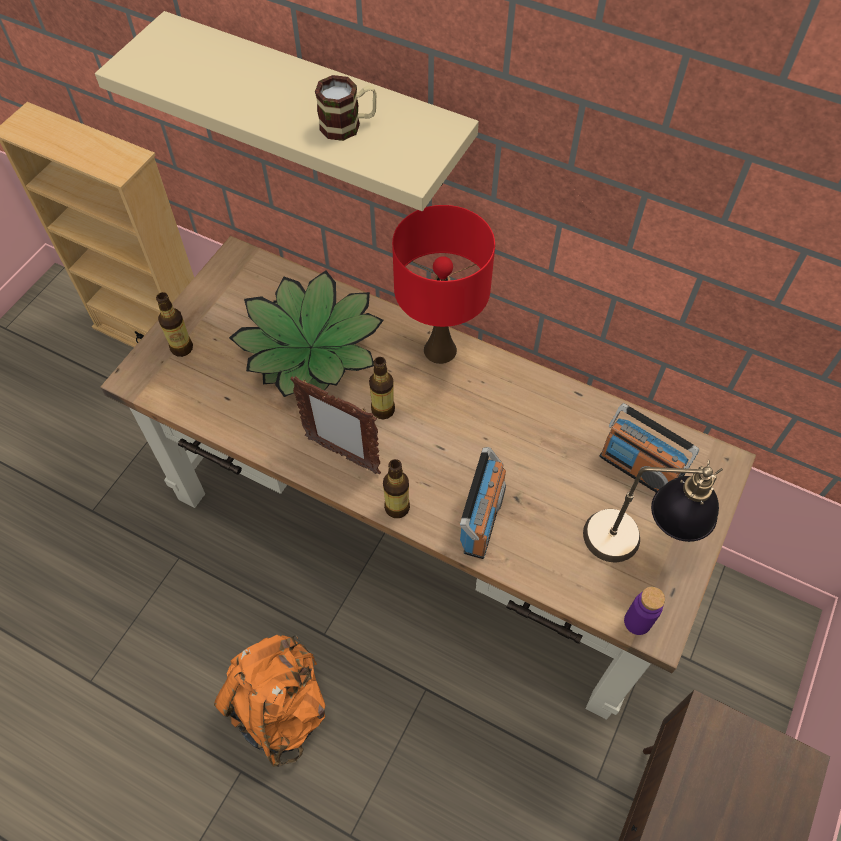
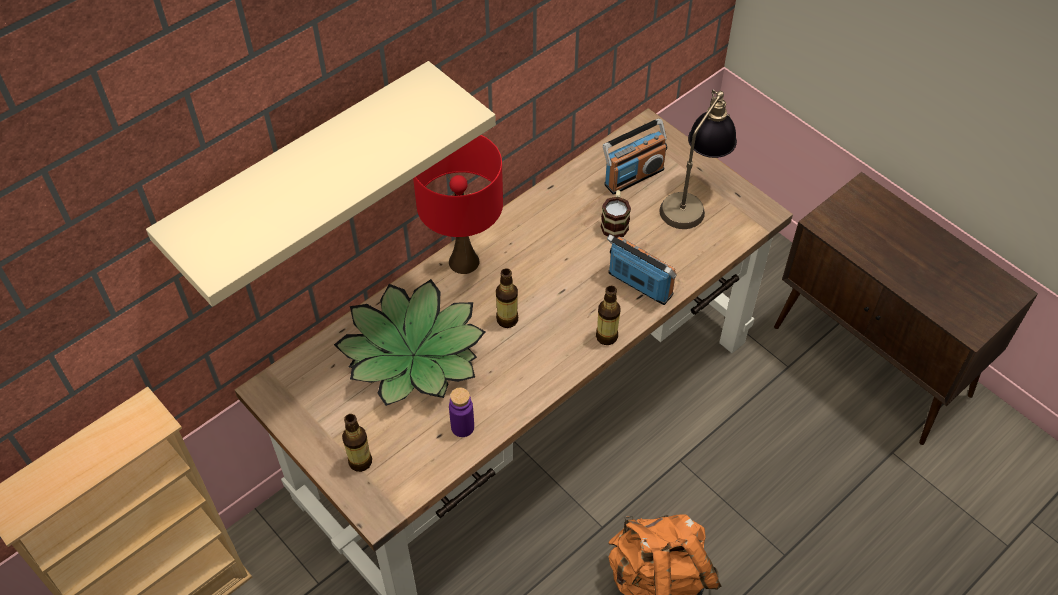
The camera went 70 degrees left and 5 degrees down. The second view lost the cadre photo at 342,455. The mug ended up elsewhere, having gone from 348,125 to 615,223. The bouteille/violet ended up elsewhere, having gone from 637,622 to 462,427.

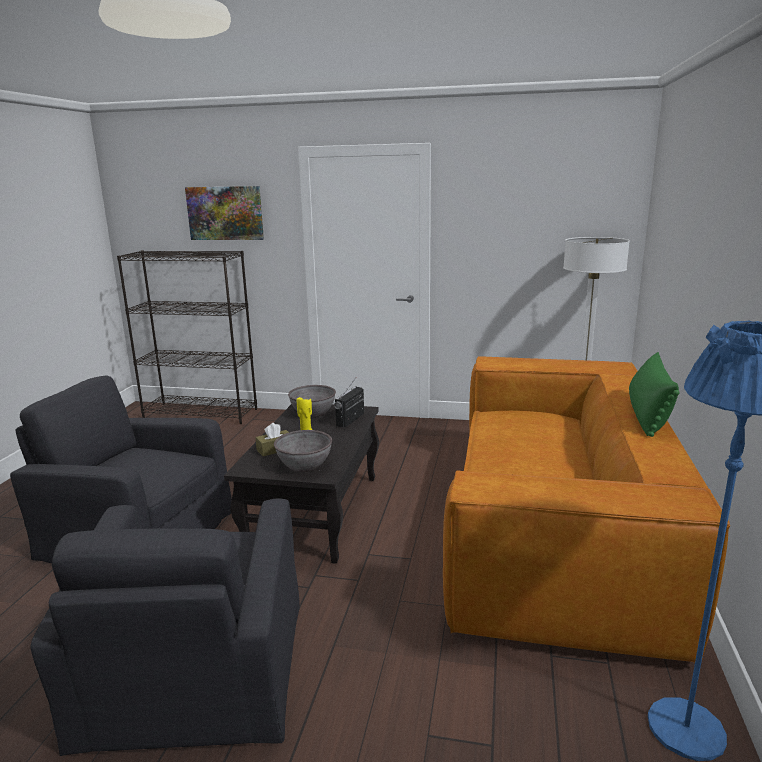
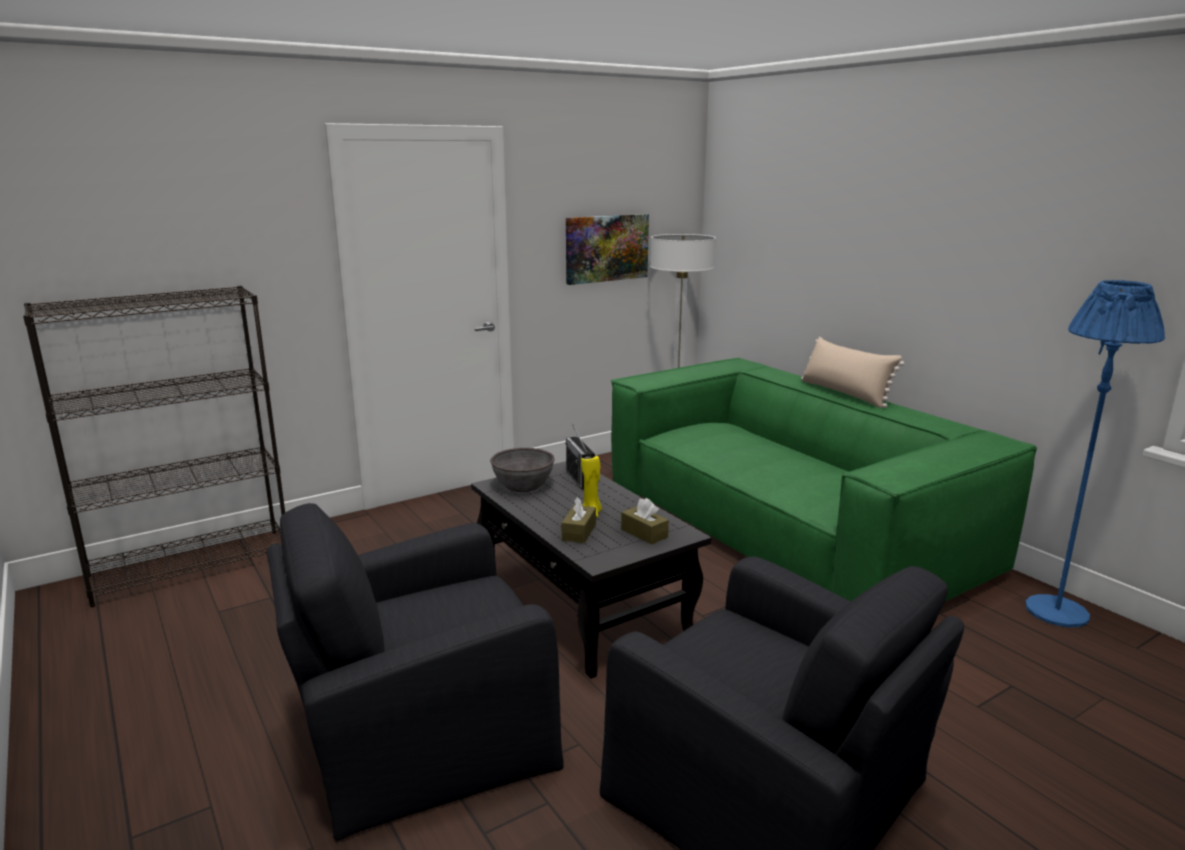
The camera went 45 degrees left and 0 degrees up. The tableau ended up elsewhere, having gone from 225,213 to 606,248. Where the bol/gris stood at 304,465, the boîte à mouchoirs/marron came to stand at 644,533. What was the canapé/marron at 555,527 turned into the canapé/vert at 788,527. What was the coussin/vert at 648,414 turned into the coussin/beige at 845,393.

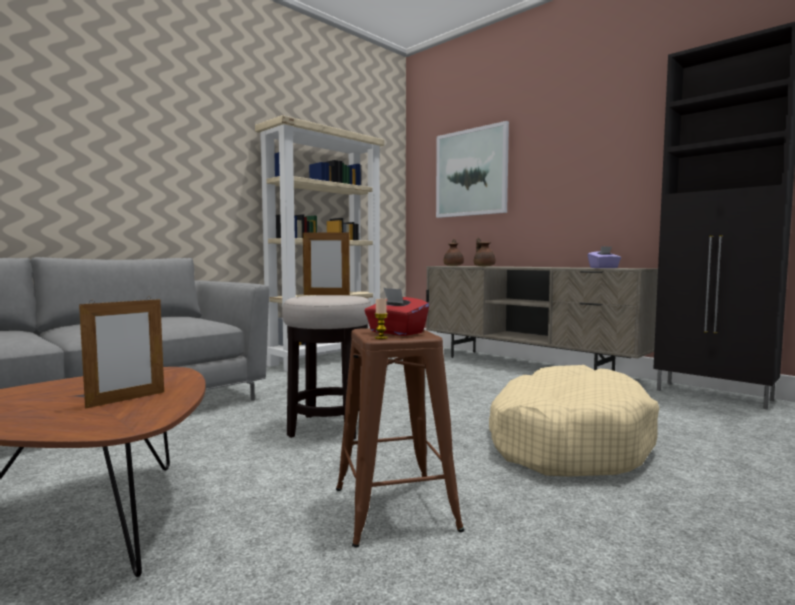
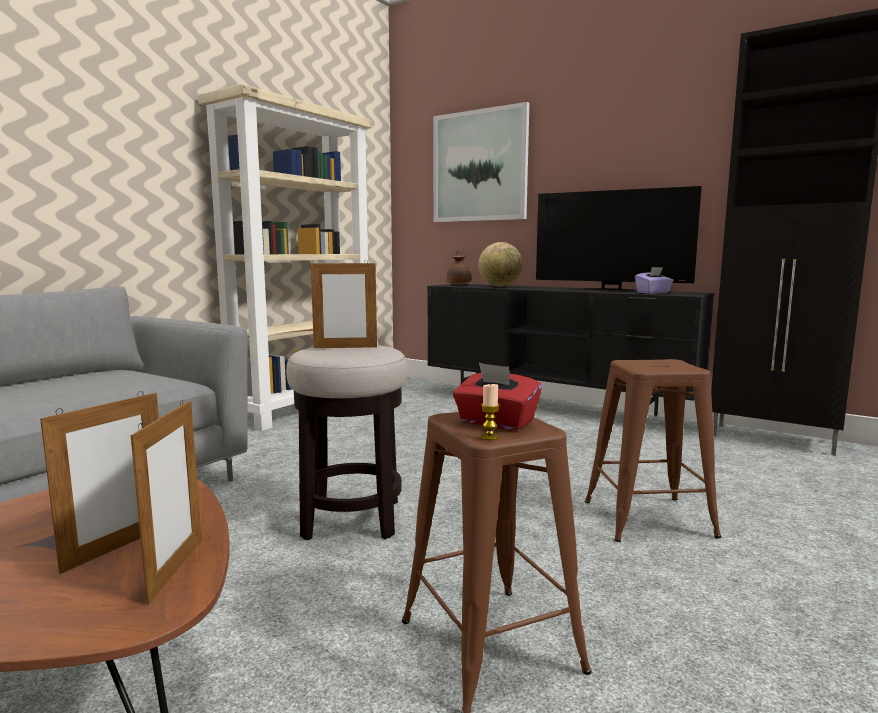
The camera went 10 degrees left and 5 degrees up. What was the meuble télé/beige at 527,365 turned into the meuble télé/noir at 554,407. Where the théière/marron stood at 484,266, the globe came to stand at 500,286. Where the panier pour chien/beige stood at 566,442, the tabouret/marron came to stand at 648,519. The second view gained the cadre photo at 176,569. The second view gained the téléviseur at 610,289.

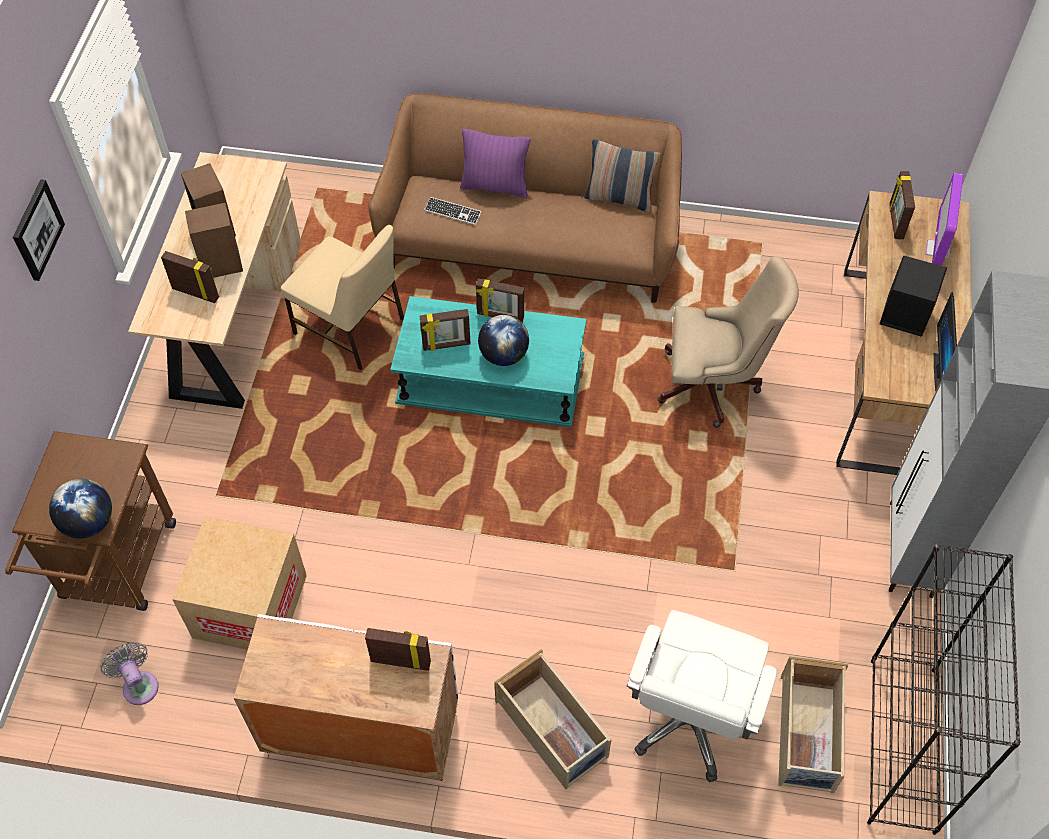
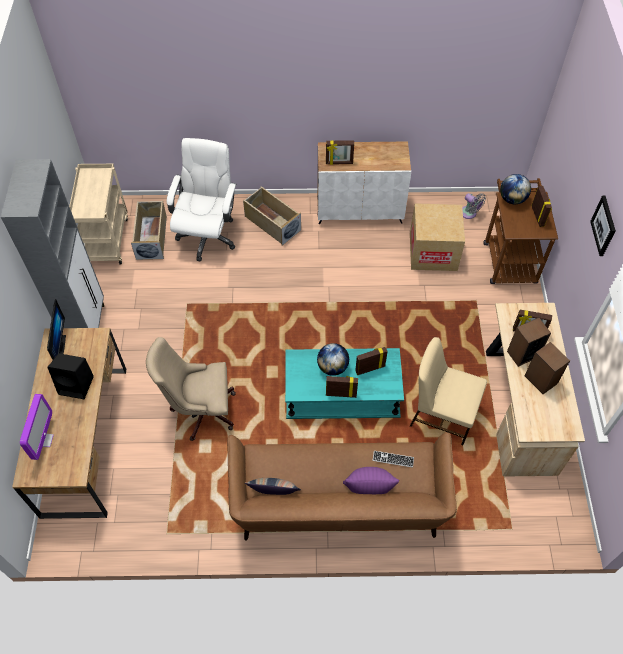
The camera went 170 degrees right and 0 degrees up. Where the bibliothèque/noir stood at 903,745, the chariot/beige came to stand at 106,239. The cadre photo ended up elsewhere, having gone from 895,221 to 538,216.

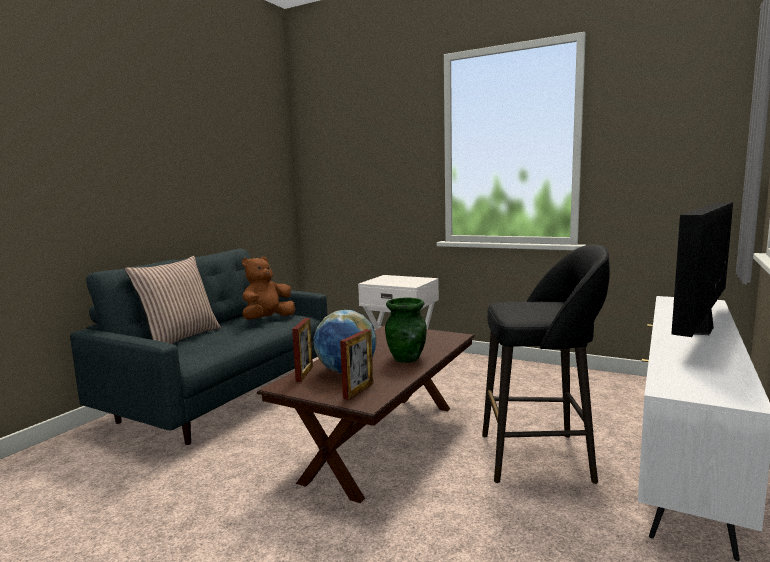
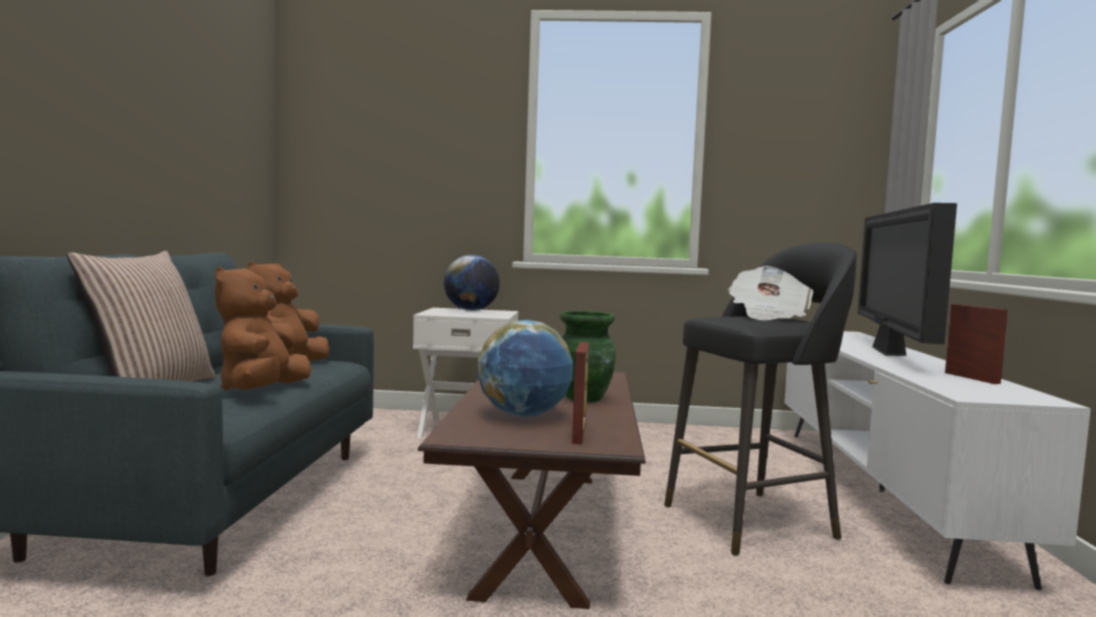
The camera went 25 degrees left and 5 degrees down. The cadre photo ended up elsewhere, having gone from 304,374 to 971,378. The second view gained the peluche/marron at 262,391. The second view gained the globe at 471,310. The second view gained the journal at 768,316.

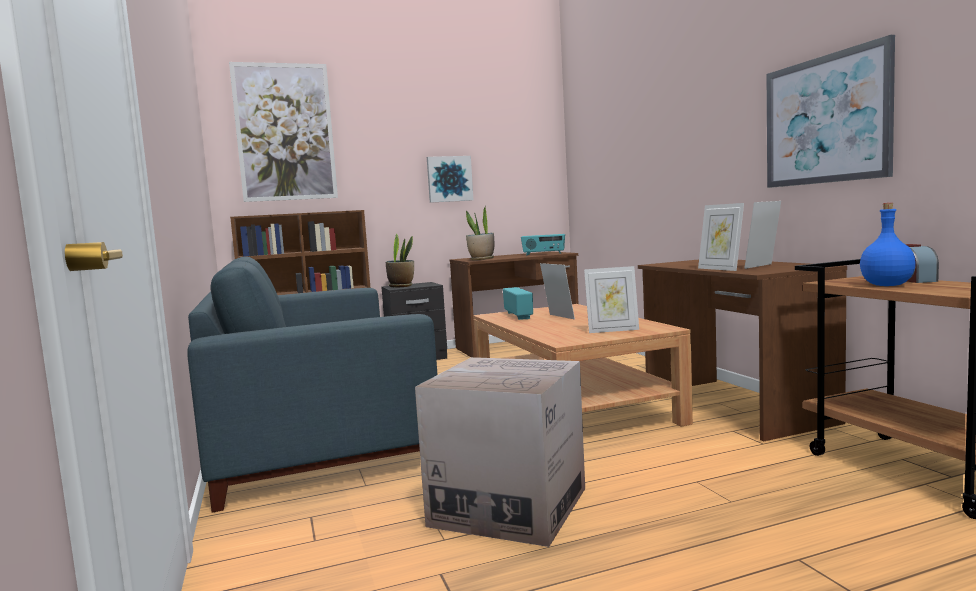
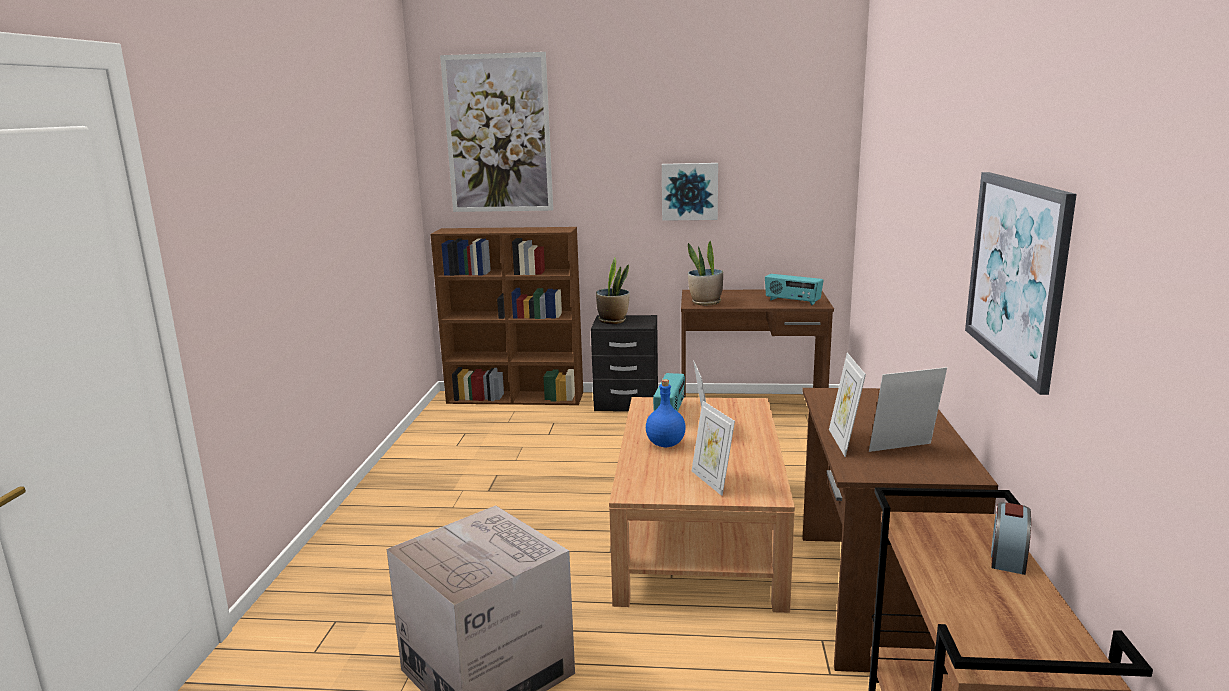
The camera went 25 degrees right and 10 degrees up. The second view lost the canapé/bleu at 320,434. The cadre photo at 612,330 ended up facing another way, 45 degrees clockwise from before. The bouteille/bleu ended up elsewhere, having gone from 886,285 to 666,444.

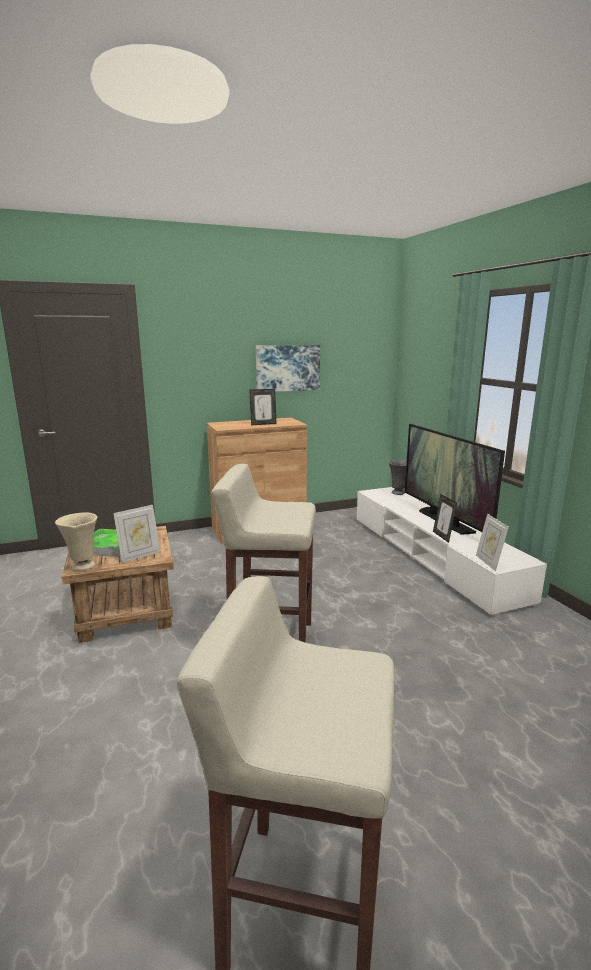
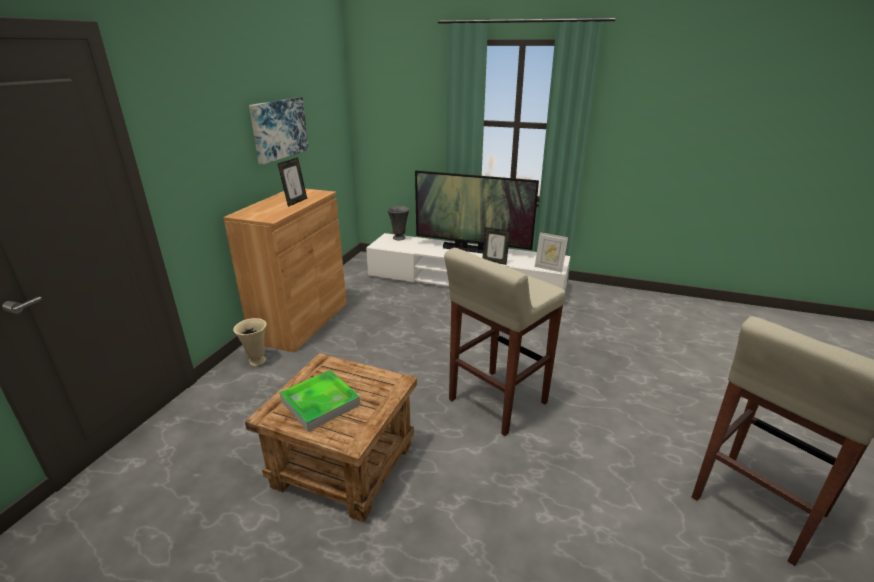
The camera went 50 degrees left and 10 degrees up. The vase/beige ended up elsewhere, having gone from 82,567 to 257,361. The second view lost the cadre photo at 139,556.

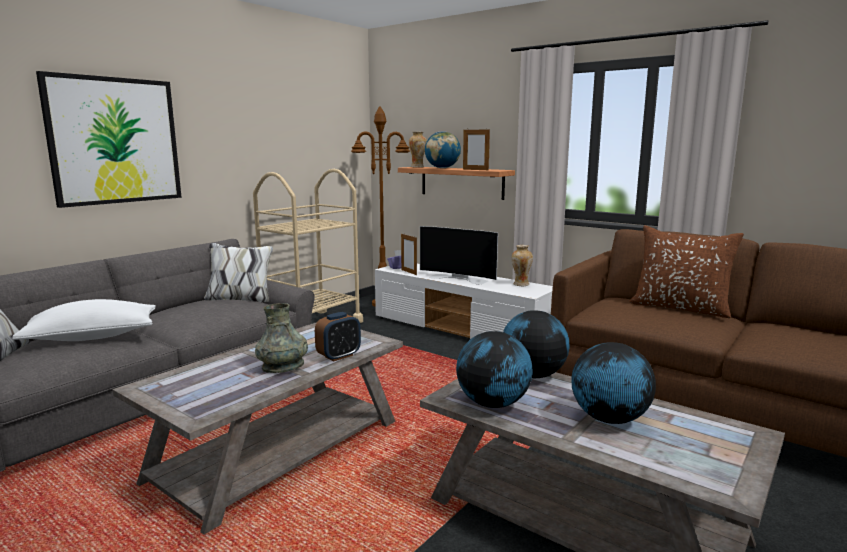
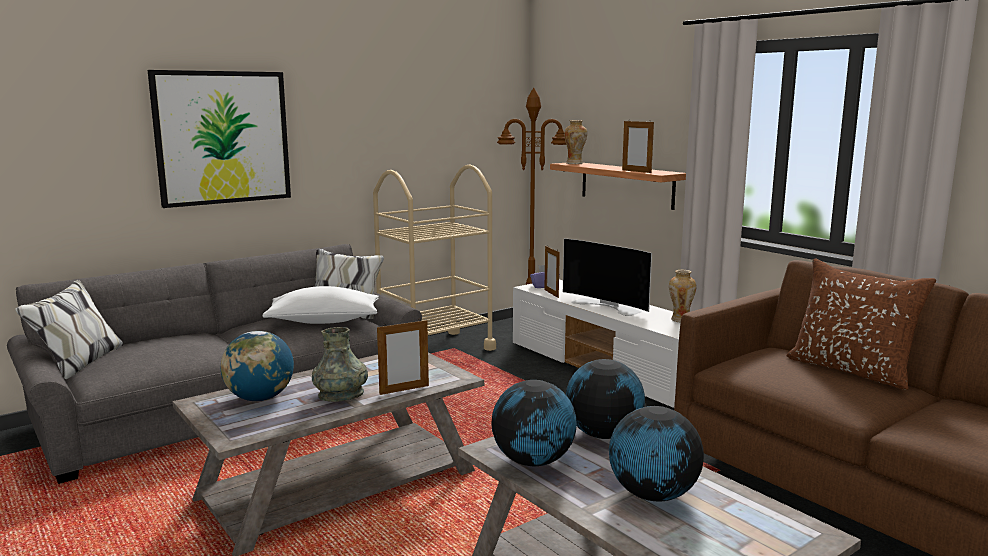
The camera went 15 degrees right and 0 degrees up. The coussin/blanc ended up elsewhere, having gone from 92,337 to 324,321. Where the réveil stood at 339,356, the cadre photo came to stand at 404,390. The globe ended up elsewhere, having gone from 442,168 to 260,398.

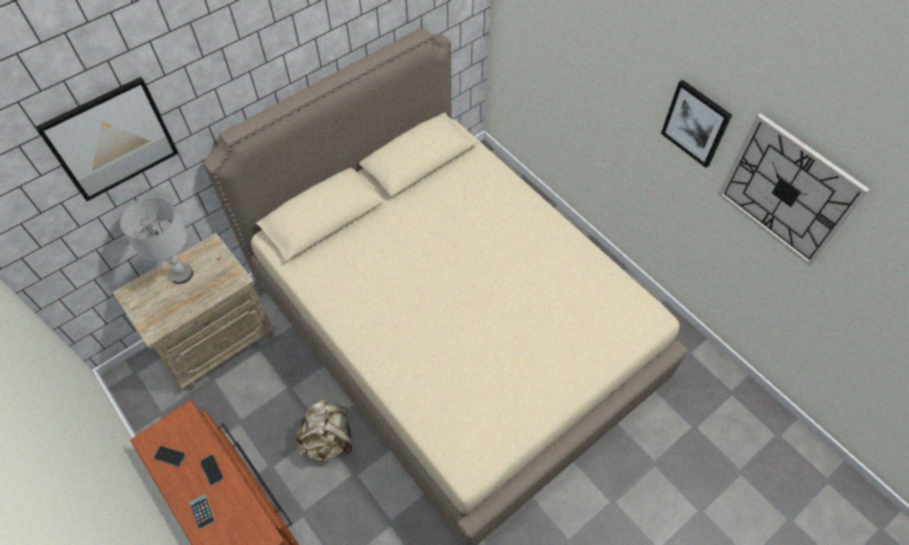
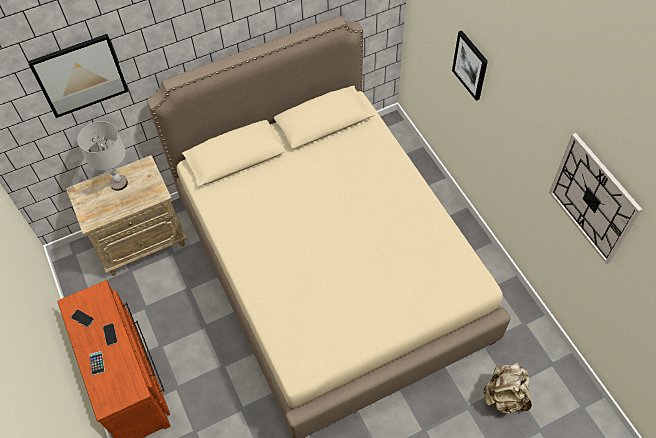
The camera went 15 degrees right and 0 degrees up. The sac à dos/beige ended up elsewhere, having gone from 328,440 to 505,396. The tableau ended up elsewhere, having gone from 696,123 to 470,65.

